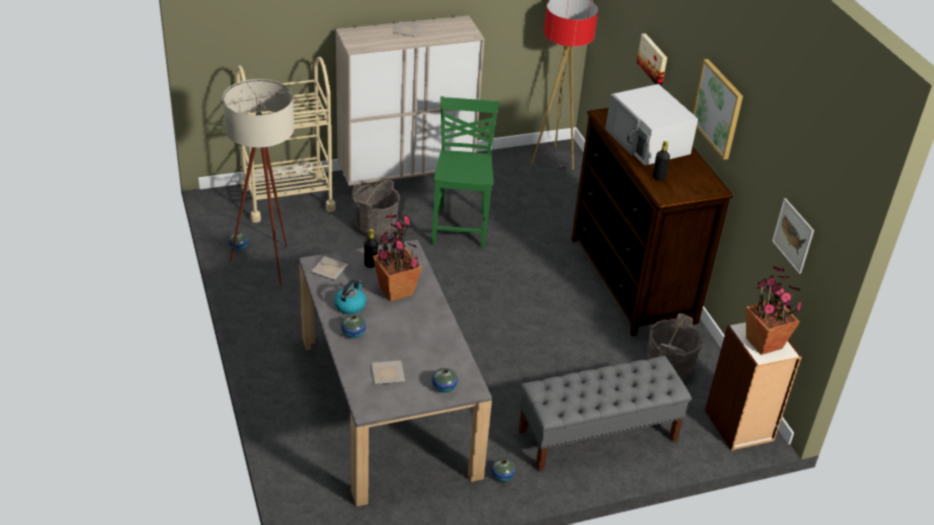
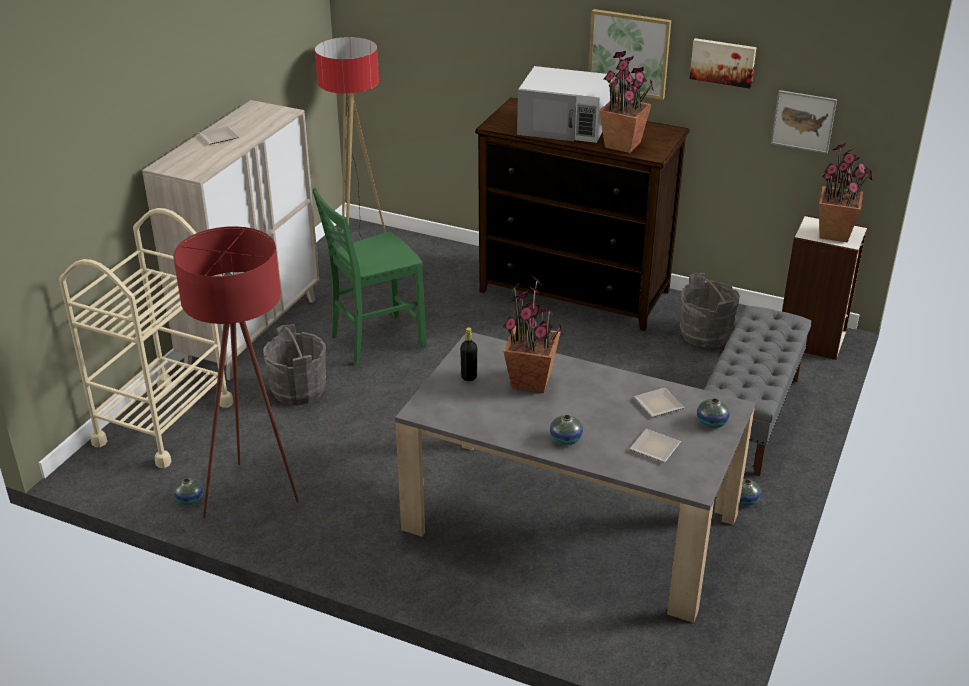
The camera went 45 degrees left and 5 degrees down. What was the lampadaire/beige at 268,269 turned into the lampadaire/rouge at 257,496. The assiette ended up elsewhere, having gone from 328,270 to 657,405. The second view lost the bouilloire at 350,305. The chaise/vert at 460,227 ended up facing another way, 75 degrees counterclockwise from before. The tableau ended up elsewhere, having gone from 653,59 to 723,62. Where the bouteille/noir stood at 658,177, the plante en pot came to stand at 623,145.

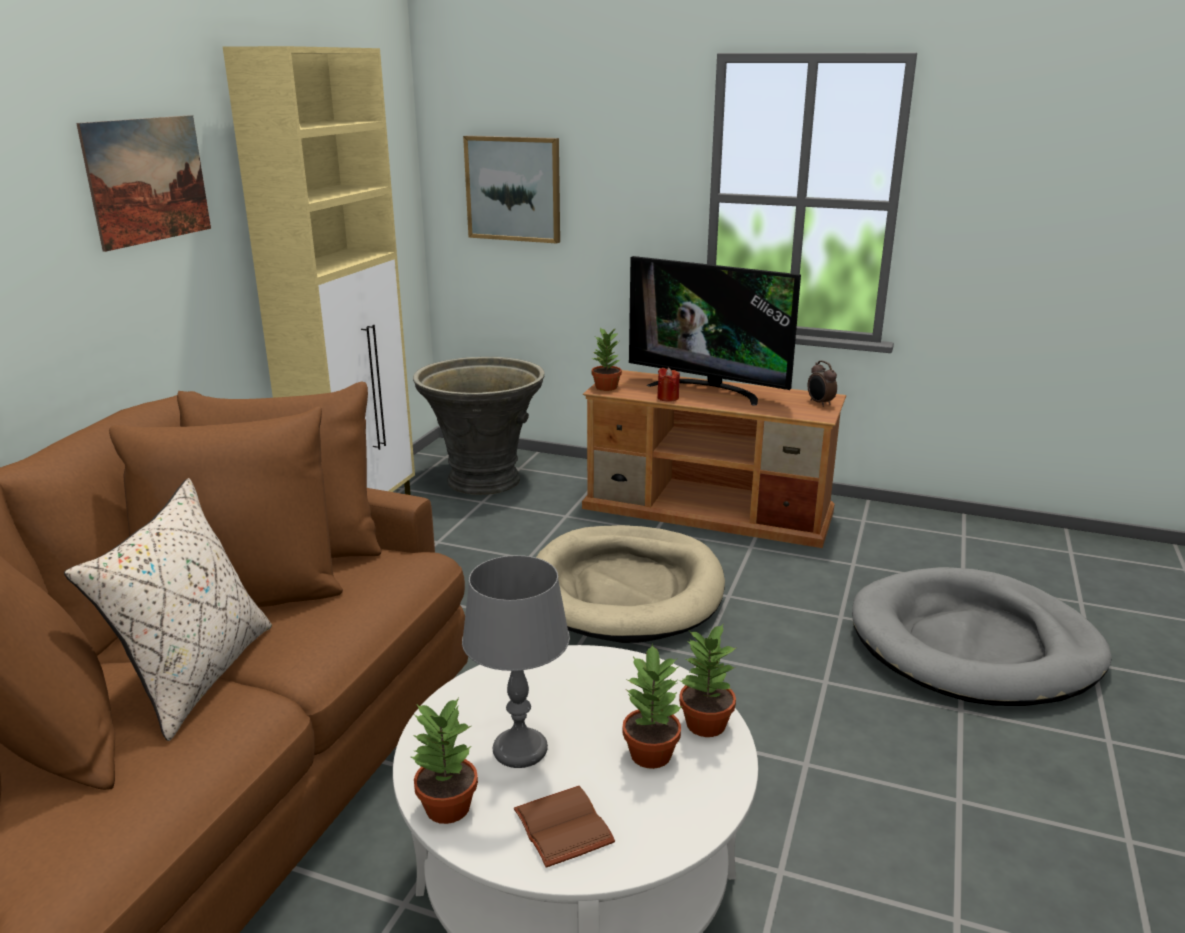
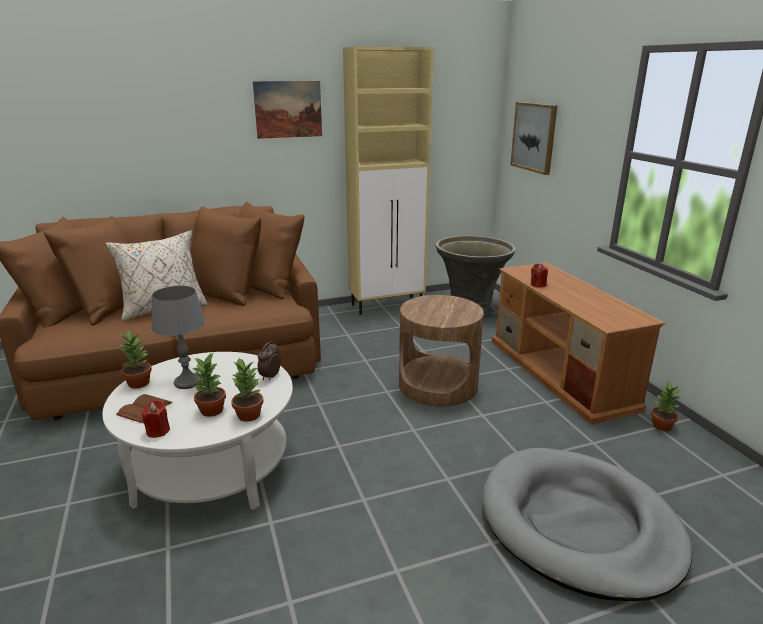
The camera went 50 degrees right and 0 degrees up. Where the panier pour chien/beige stood at 625,590, the table d'appoint/marron came to stand at 438,385. The plante en pot ended up elsewhere, having gone from 606,387 to 661,426. The second view lost the téléviseur at 709,390. The réveil ended up elsewhere, having gone from 820,403 to 269,377. The second view gained the bougie/rouge at 158,431.

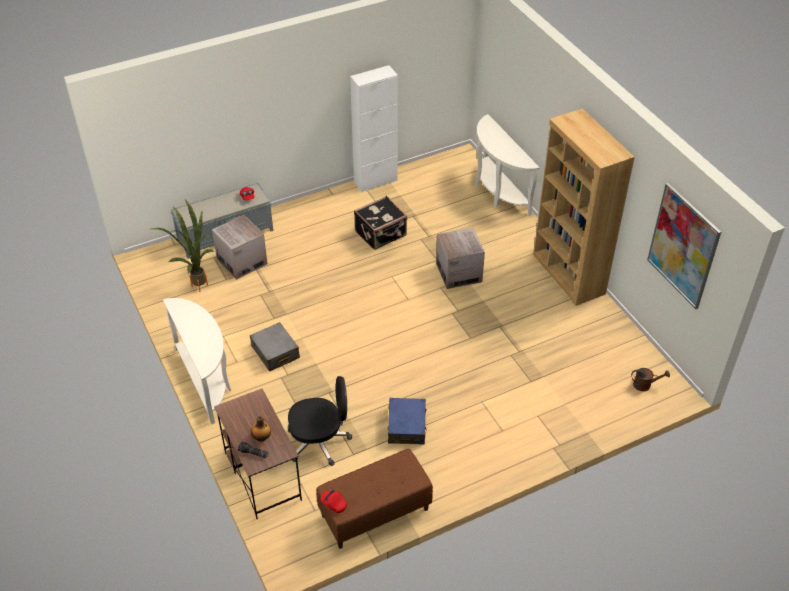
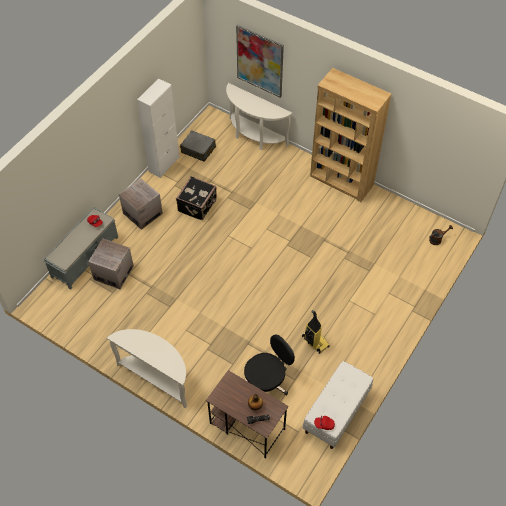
The camera went 30 degrees left and 10 degrees up. The second view lost the plante en pot at 197,283. The valise/gris ended up elsewhere, having gone from 275,352 to 198,150. What was the banc/marron at 375,513 turned into the banc/blanc at 336,413. Where the valise/bleu stood at 406,426, the aspirateur came to stand at 314,342. The carton ended up elsewhere, having gone from 459,273 to 142,213. The tableau ended up elsewhere, having gone from 683,246 to 260,61.

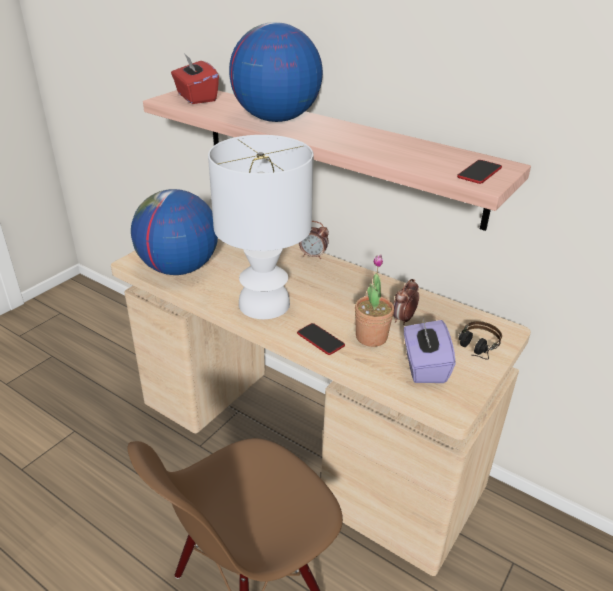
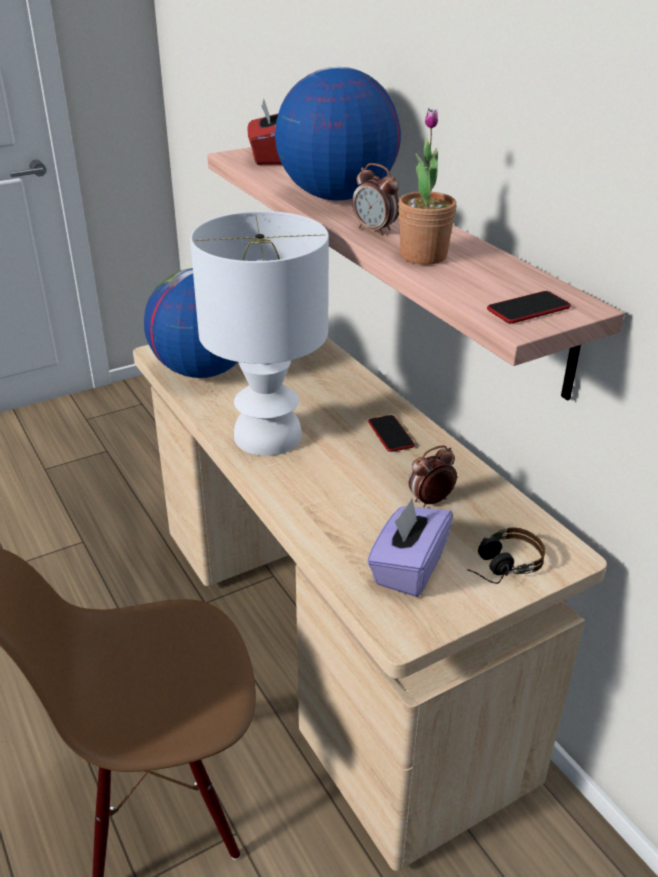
The camera went 25 degrees right and 0 degrees up. The téléphone ended up elsewhere, having gone from 320,339 to 390,434. The réveil ended up elsewhere, having gone from 313,256 to 375,230. The plante en pot ended up elsewhere, having gone from 371,337 to 423,256.

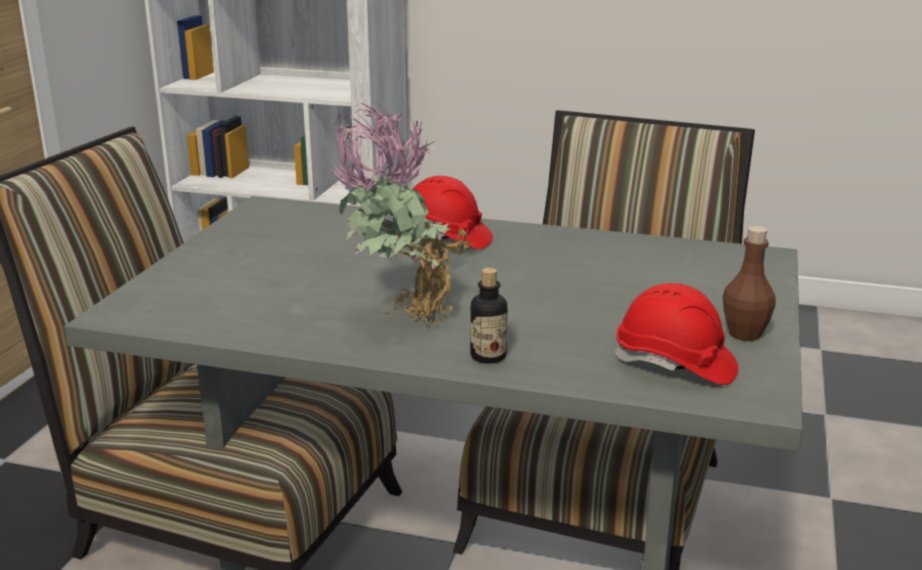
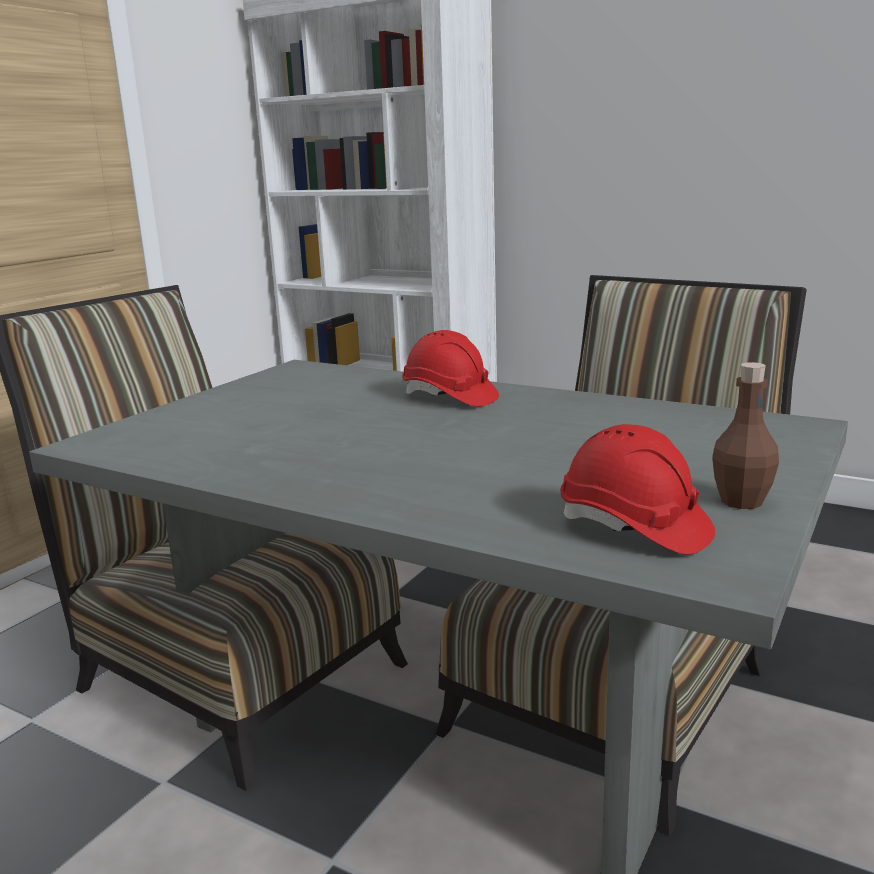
The camera went 15 degrees right and 5 degrees down. The second view lost the plante en pot at 401,315. The second view lost the bouteille at 488,356.

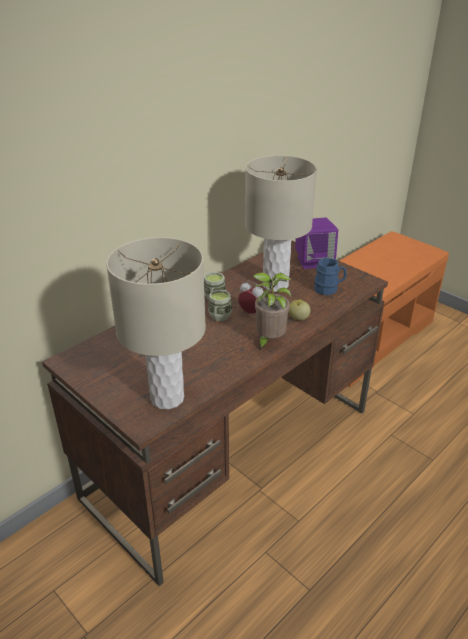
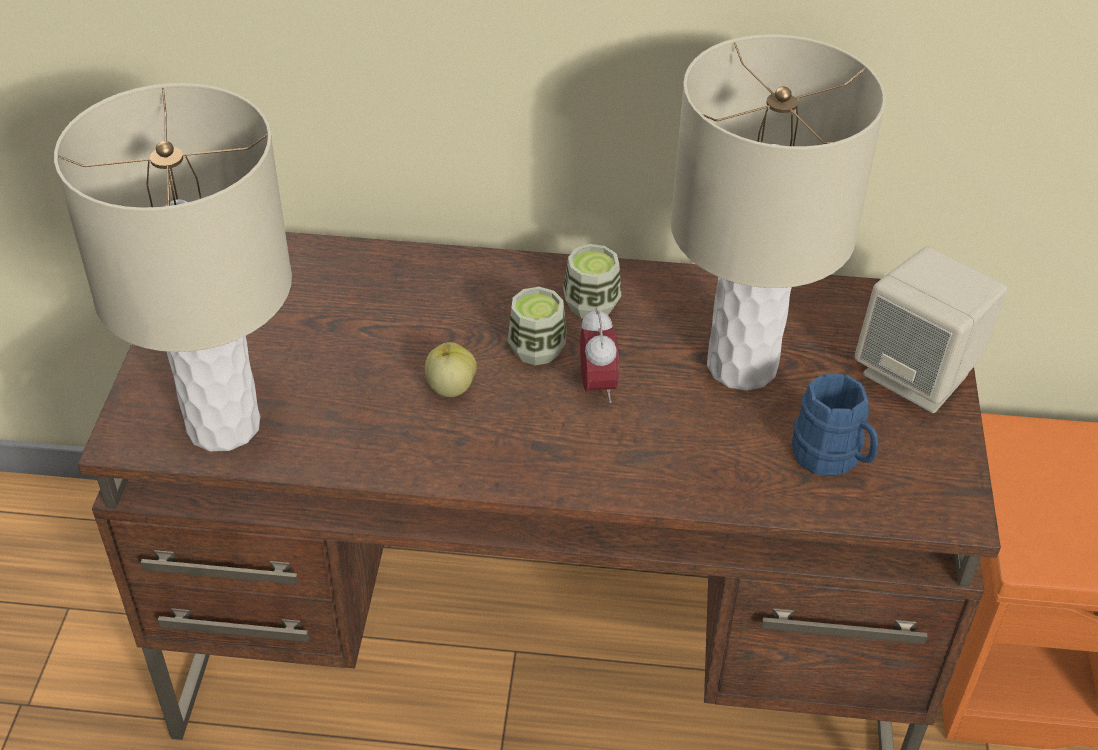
The camera went 50 degrees right and 10 degrees up. The second view lost the plante en pot at 269,341. The pomme ended up elsewhere, having gone from 298,318 to 450,387. What was the enceinte/violet at 313,261 turned into the enceinte/beige at 917,374.

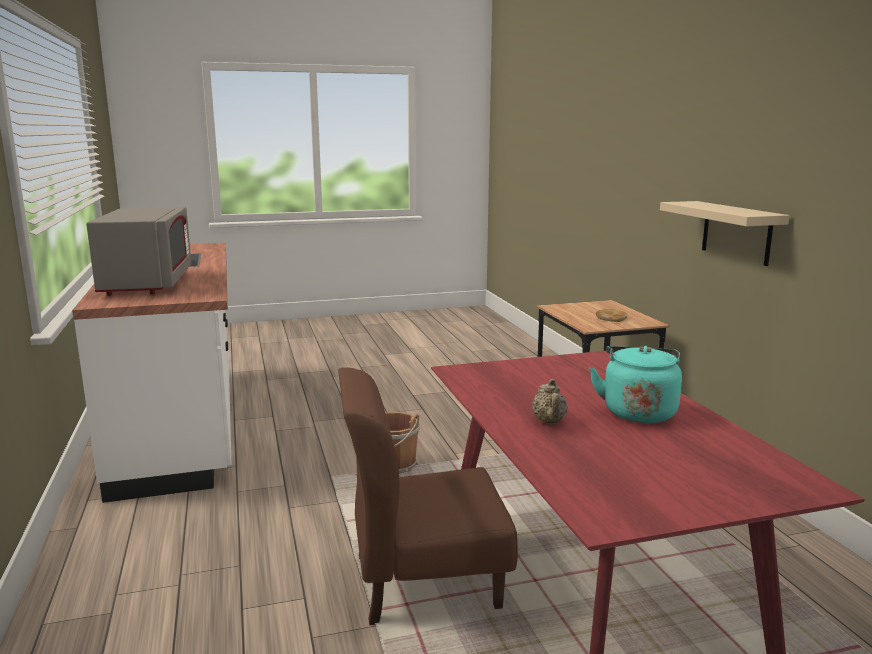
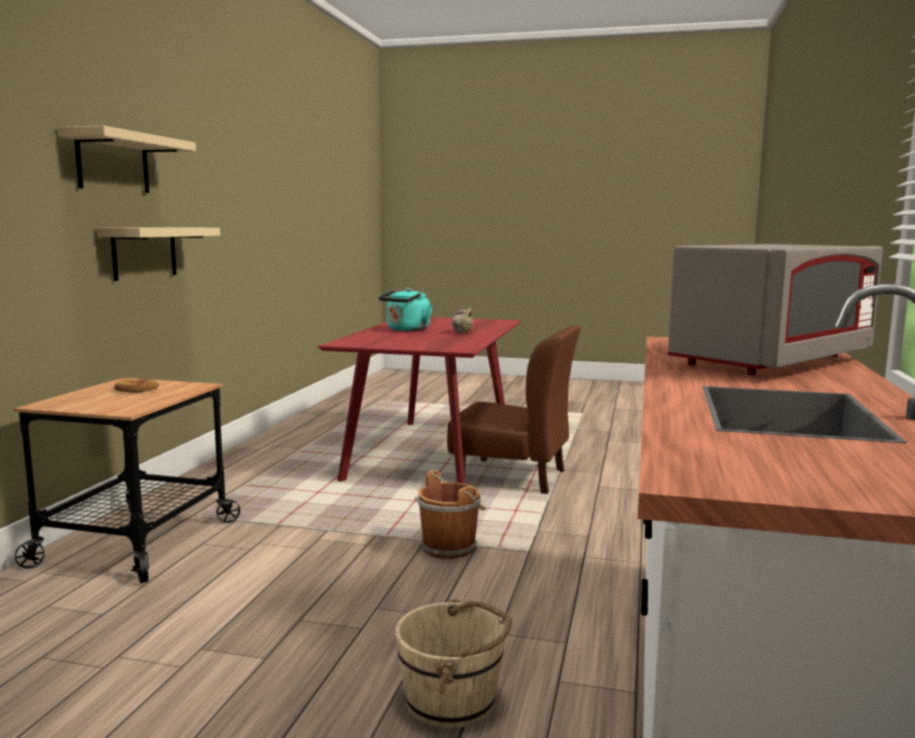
The camera went 150 degrees left and 5 degrees down. The micro-ondes/gris at 148,283 ended up facing another way, 150 degrees counterclockwise from before. The second view gained the étagère/beige at 113,163. The second view gained the seau/beige at 452,701.

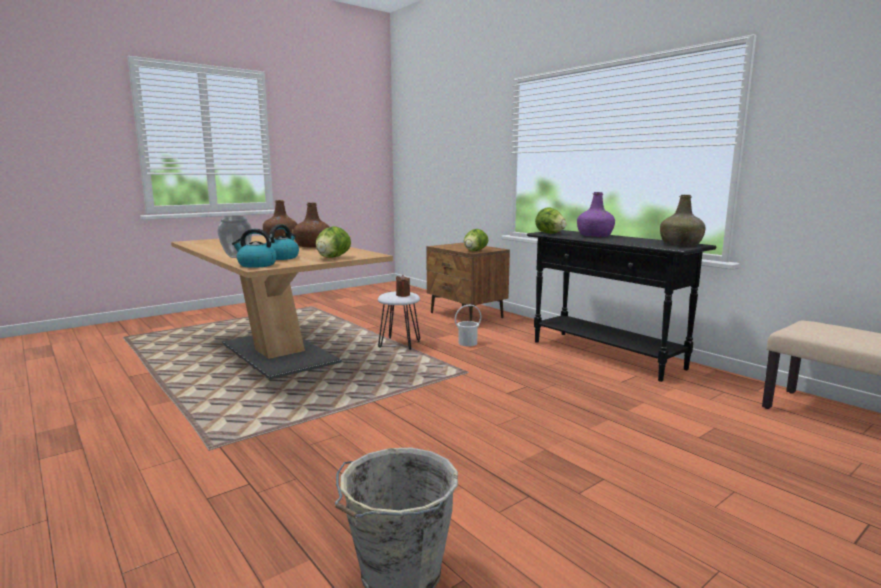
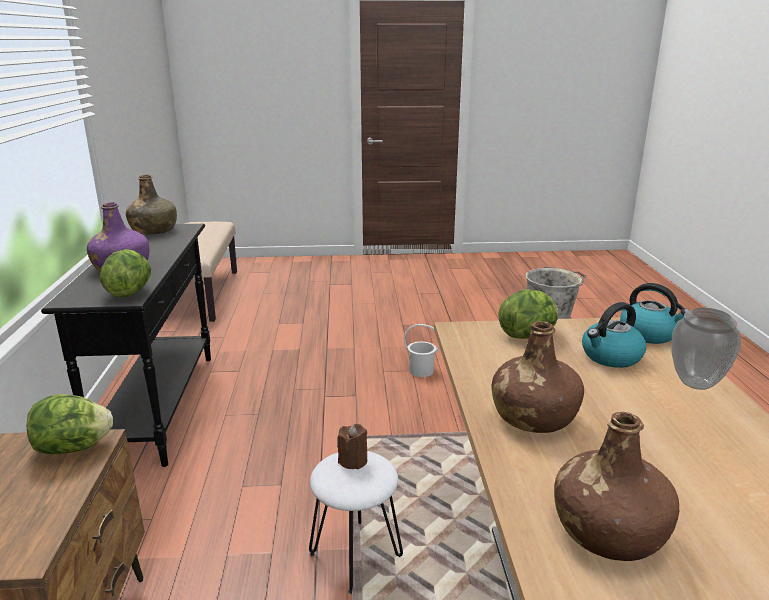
The camera went 145 degrees left and 10 degrees up. The seau/blanc ended up elsewhere, having gone from 468,343 to 421,371.

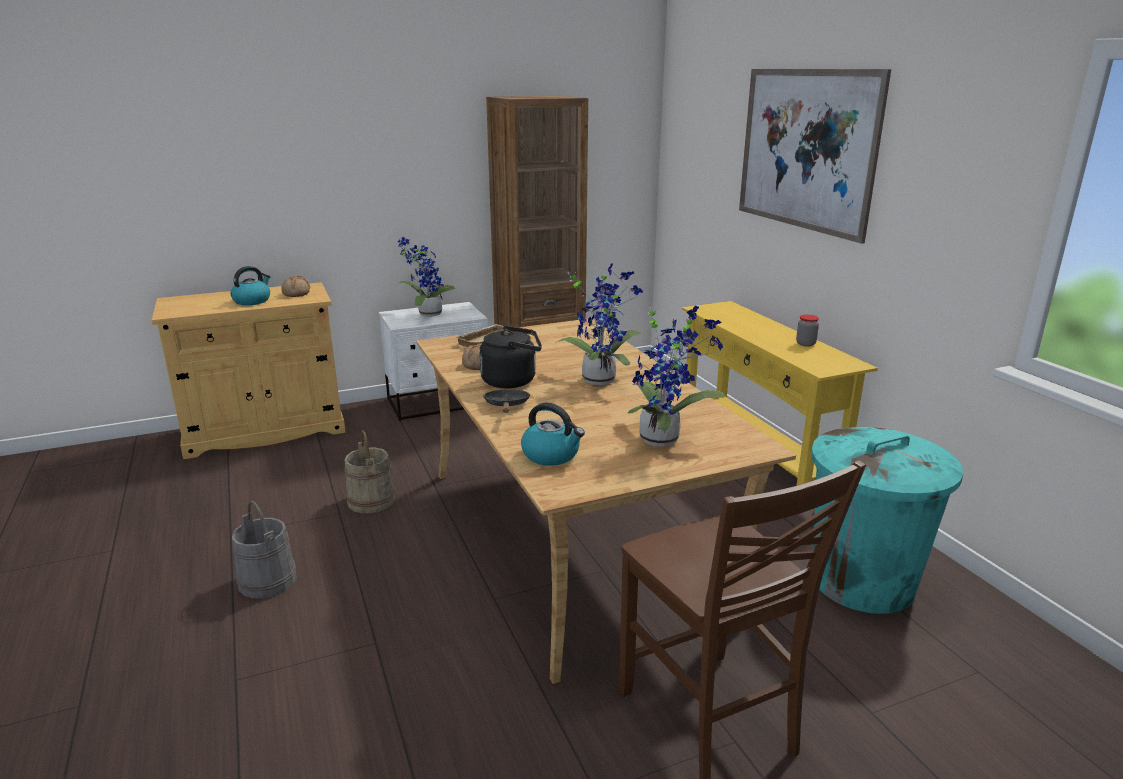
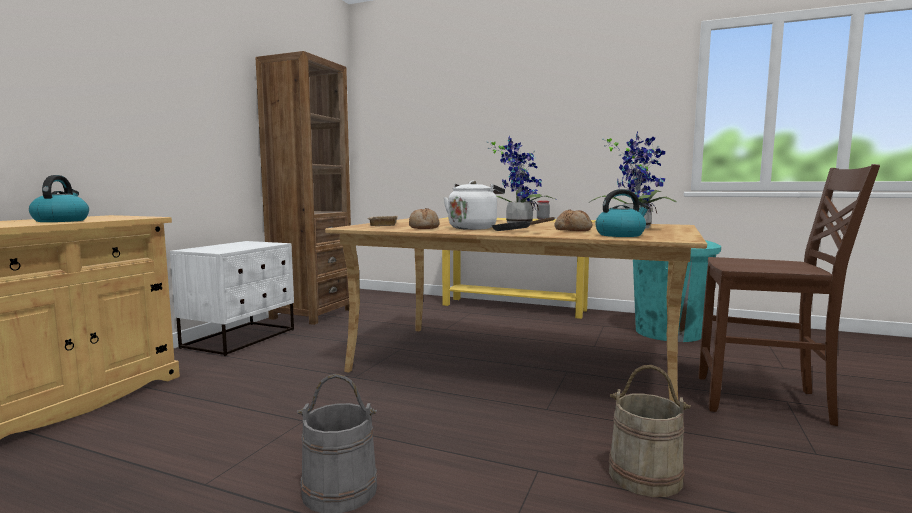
The camera went 45 degrees left and 15 degrees down. The pain ended up elsewhere, having gone from 297,293 to 573,230. The seau/beige ended up elsewhere, having gone from 371,500 to 644,476. The second view lost the plante en pot at 427,314. What was the bouilloire/noir at 512,380 turned into the bouilloire/blanc at 473,228. The second view lost the tableau at 805,149.

